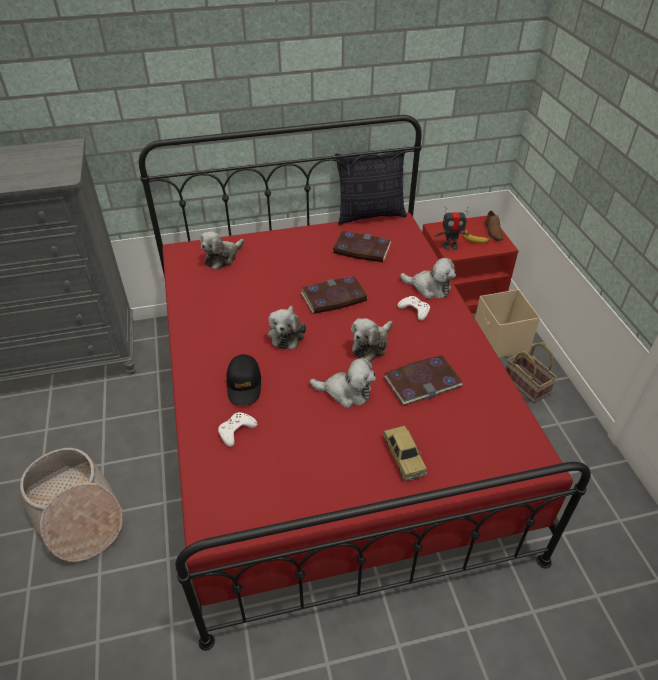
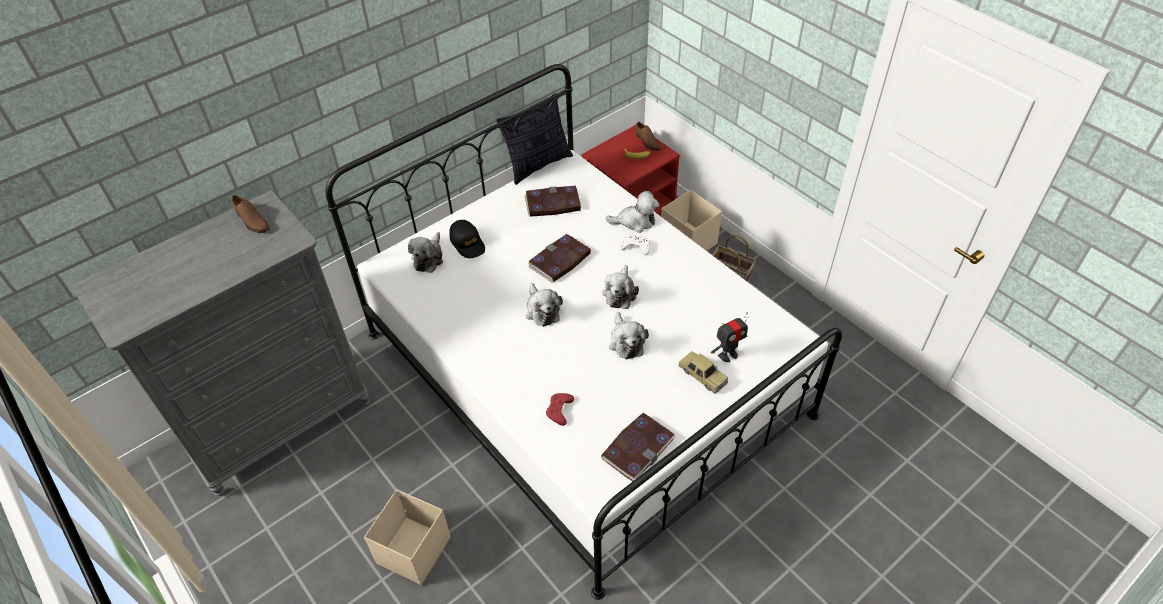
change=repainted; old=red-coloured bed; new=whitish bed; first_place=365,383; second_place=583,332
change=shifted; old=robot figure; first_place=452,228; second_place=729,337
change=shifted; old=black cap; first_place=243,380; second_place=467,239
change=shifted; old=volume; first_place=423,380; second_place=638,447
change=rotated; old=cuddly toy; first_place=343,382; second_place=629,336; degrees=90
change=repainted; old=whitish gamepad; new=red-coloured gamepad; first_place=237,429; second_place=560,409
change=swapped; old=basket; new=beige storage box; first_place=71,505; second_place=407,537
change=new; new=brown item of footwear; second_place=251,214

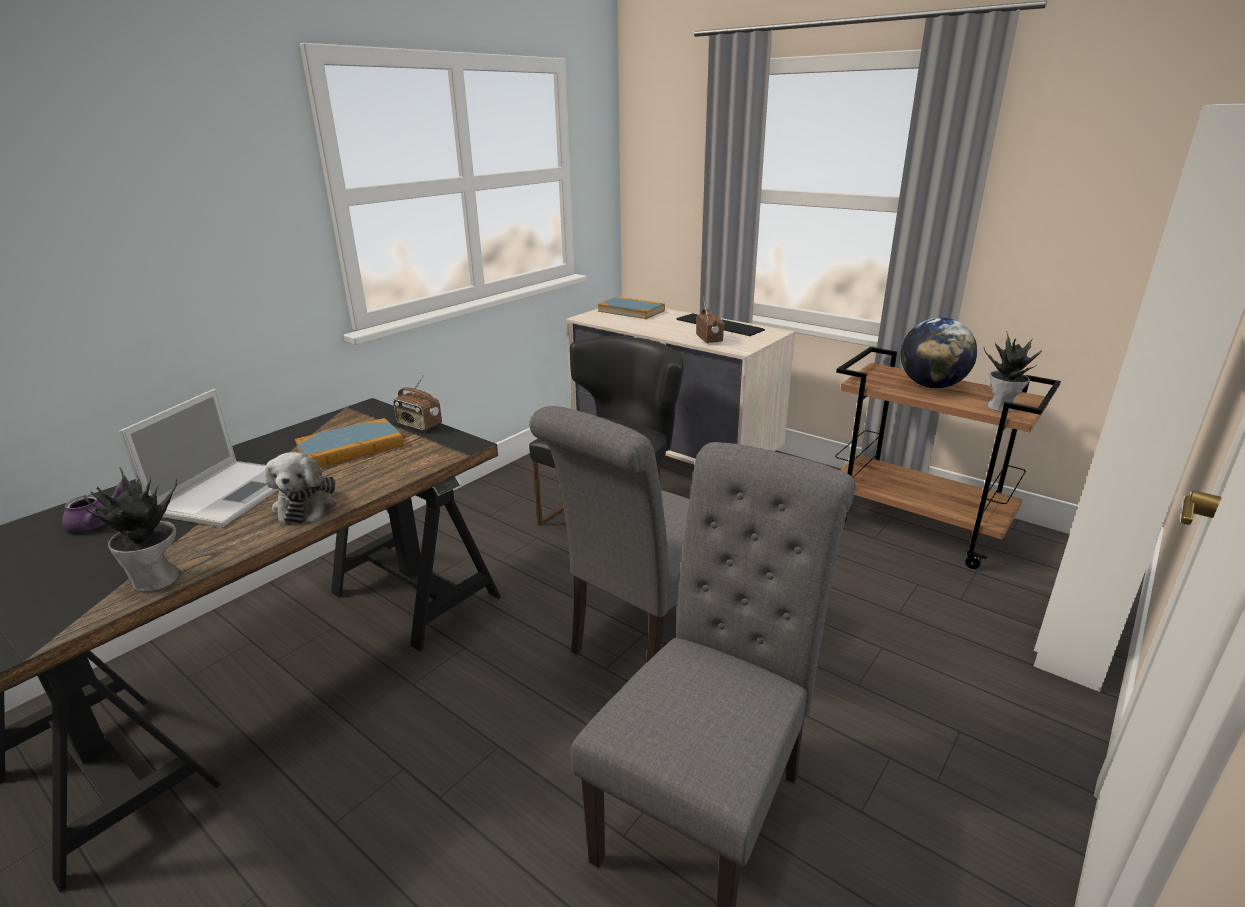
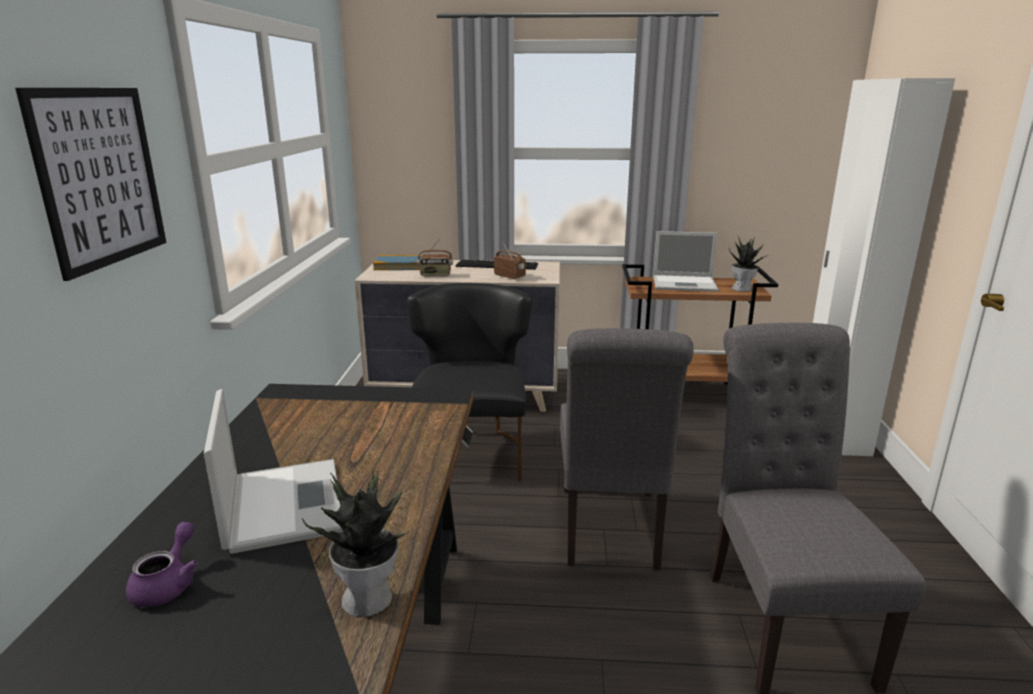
change=swapped; old=globe; new=portable computer; first_place=938,352; second_place=686,261
change=shifted; old=radio; first_place=417,403; second_place=435,258
change=gone; old=volume; first_place=349,442
change=gone; old=cuddly toy; first_place=300,488
change=new; new=wall picture; second_place=90,184

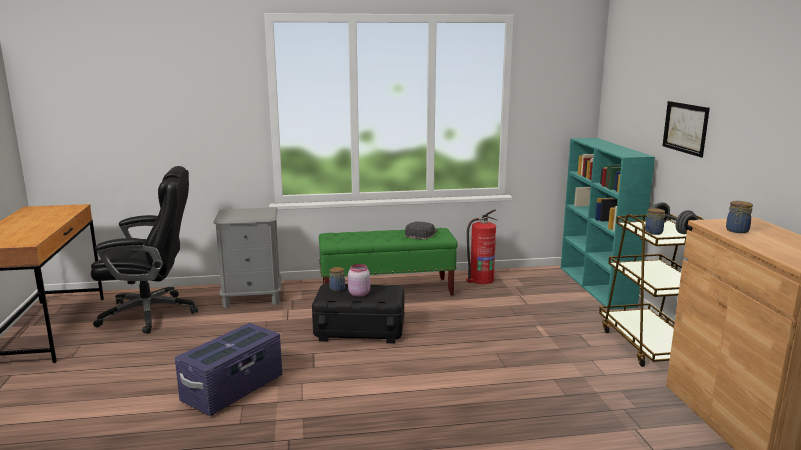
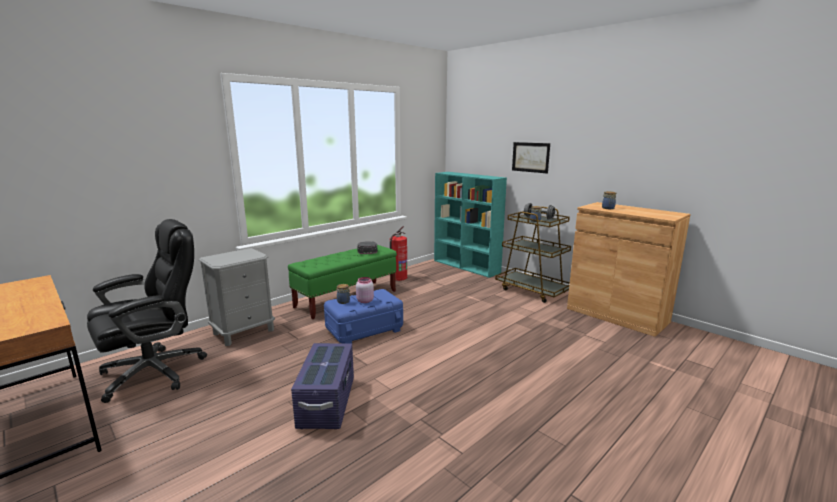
change=repainted; old=black storage box; new=blue storage box; first_place=358,313; second_place=363,316

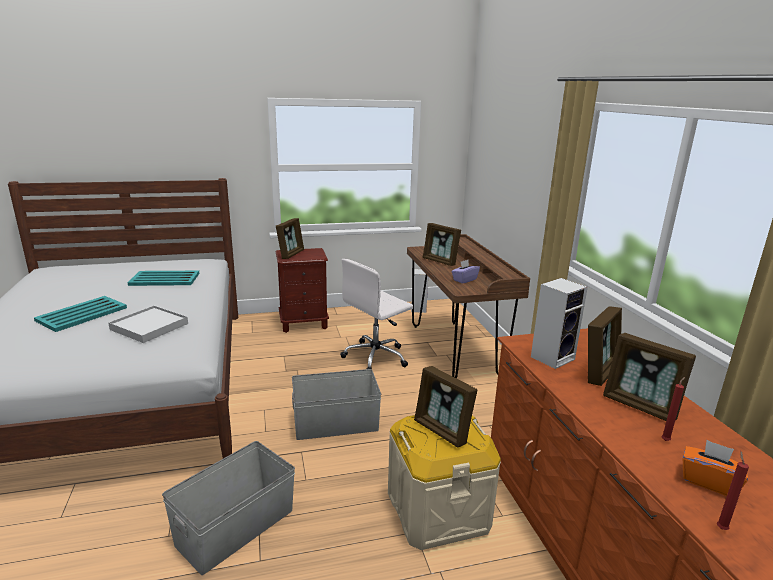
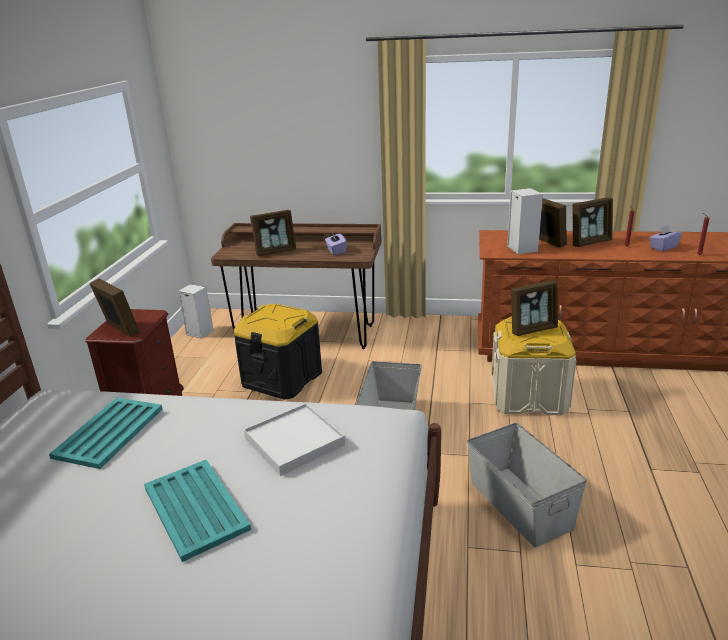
change=swapped; old=whitish computer chair; new=black storage box; first_place=376,314; second_place=278,351
change=repainted; old=orange tissue box; new=purple-coloured tissue box; first_place=715,468; second_place=665,238

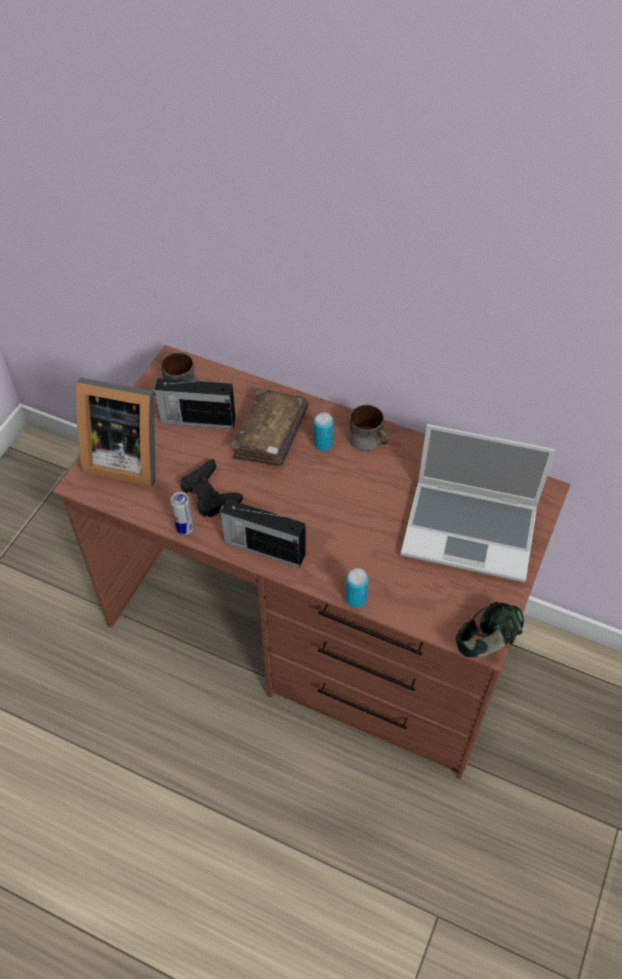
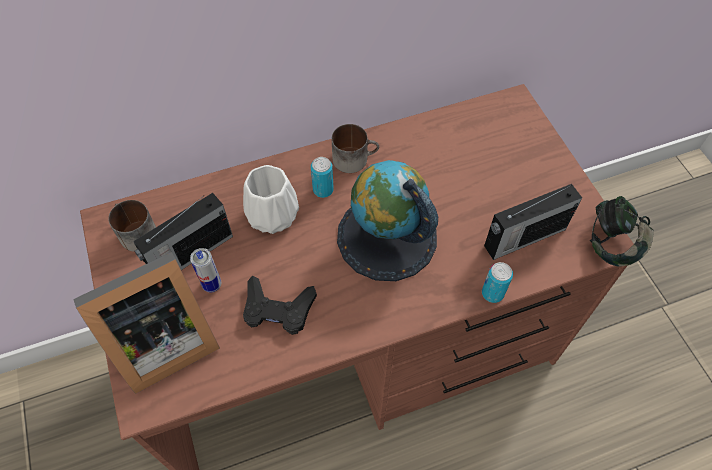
change=swapped; old=brown volume; new=whitish flower vase; first_place=269,427; second_place=271,199
change=gone; old=portable computer; first_place=478,503
change=shifted; old=can; first_place=182,513; second_place=205,270
change=shifted; old=radio; first_place=262,533; second_place=533,222
change=new; new=globe; second_place=387,220

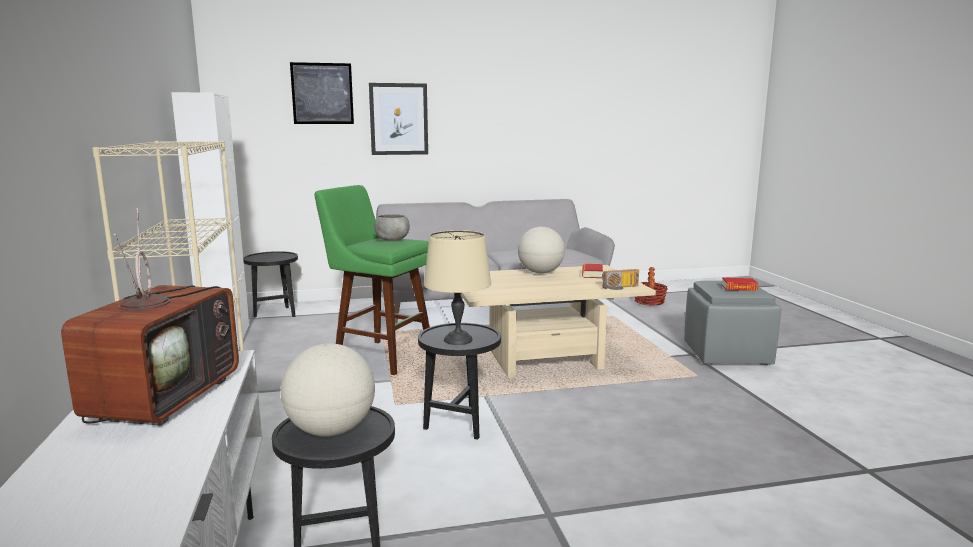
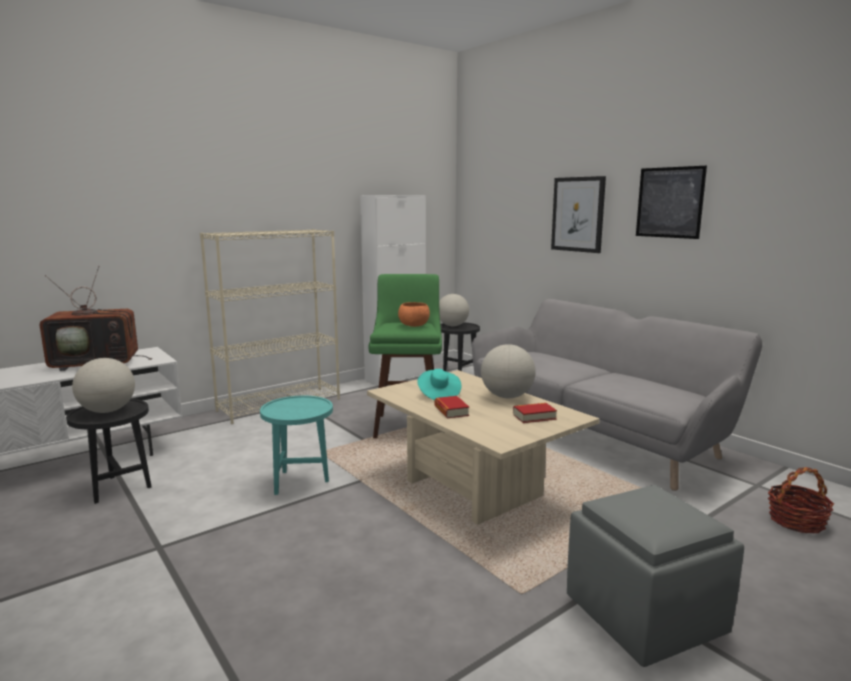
change=shifted; old=wall picture; first_place=322,93; second_place=671,202
change=repainted; old=gray bowl; new=orange bowl; first_place=392,227; second_place=414,314
change=gone; old=beige tabletop lamp; first_place=457,287
change=gone; old=radio; first_place=620,279
change=shifted; old=volume; first_place=740,284; second_place=451,407
change=repainted; old=black accent table; new=blue-green accent table; first_place=459,381; second_place=296,445
change=new; new=globe; second_place=454,310
change=new; new=blue-green hat; second_place=439,384

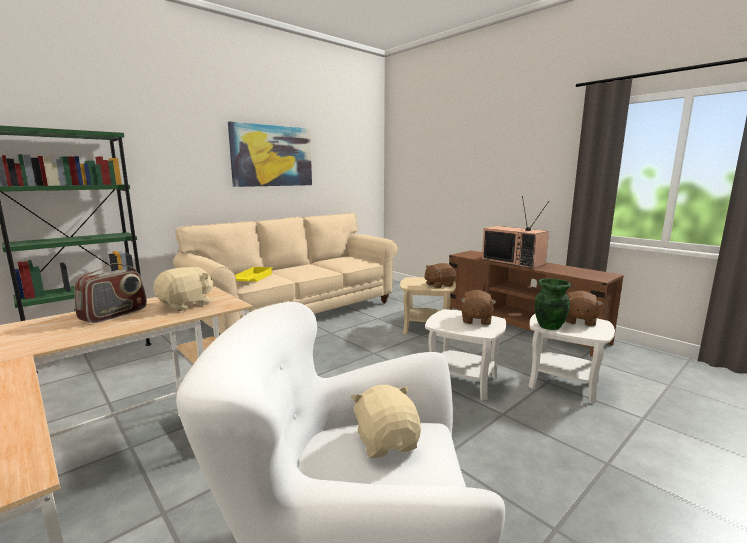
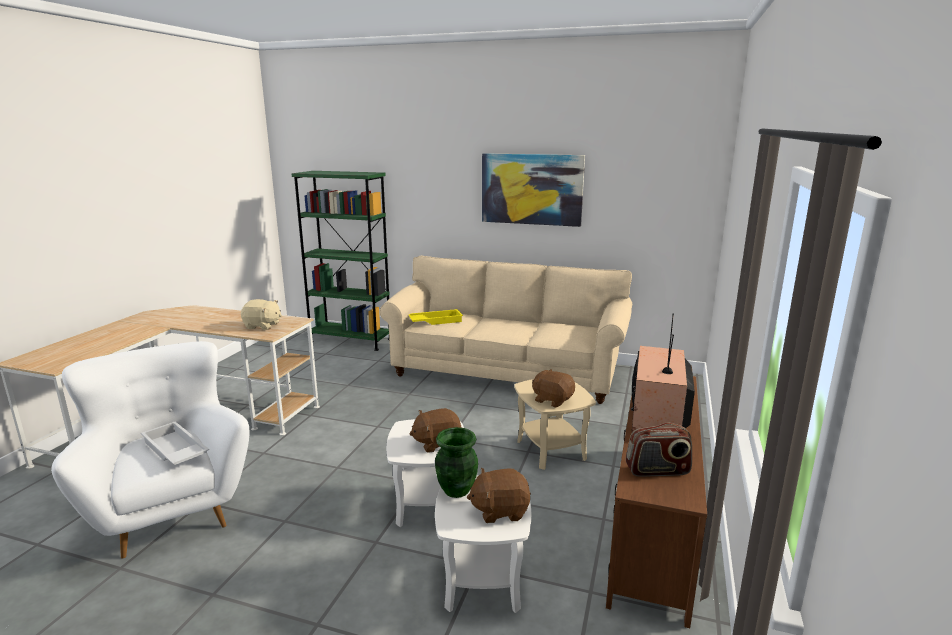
change=shifted; old=radio; first_place=110,293; second_place=659,450
change=swapped; old=beige cuddly toy; new=whitish tray; first_place=386,421; second_place=175,443

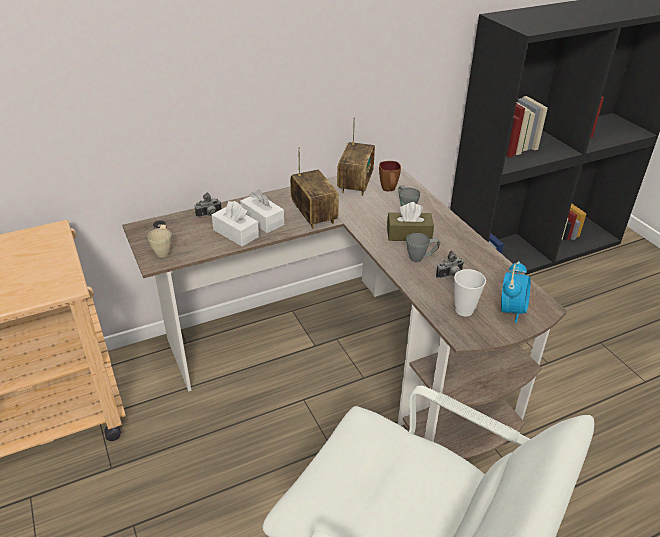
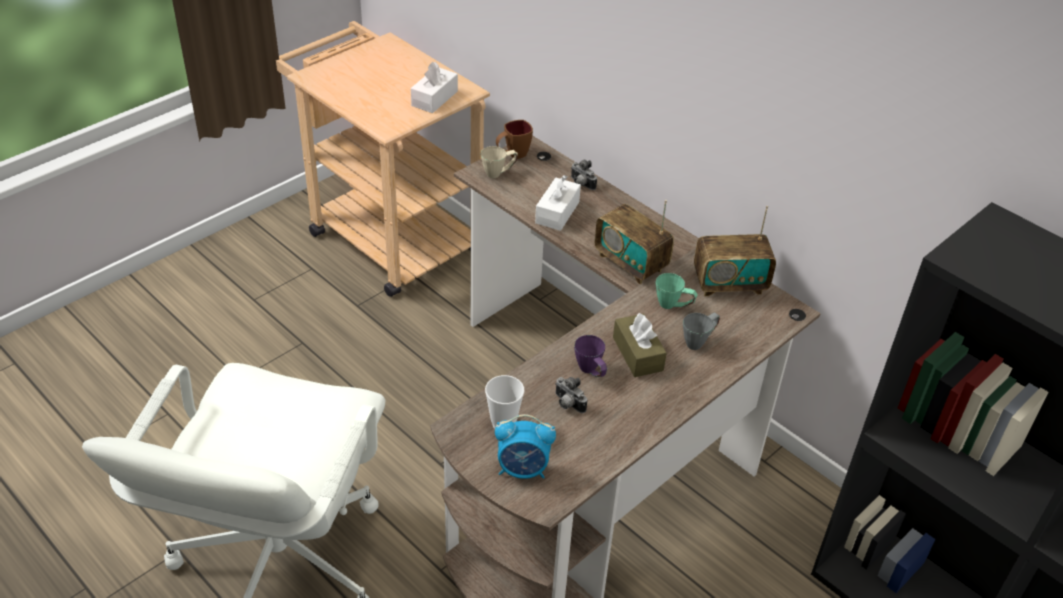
change=rotated; old=radio; first_place=314,188; second_place=634,242; degrees=90
change=shifted; old=brown tea mug; first_place=390,176; second_place=514,139
change=shifted; old=whitish tissue box; first_place=262,211; second_place=434,87
change=repainted; old=gray tea mug; new=purple-coloured tea mug; first_place=423,247; second_place=590,356
change=new; new=greenish tea mug; second_place=677,291

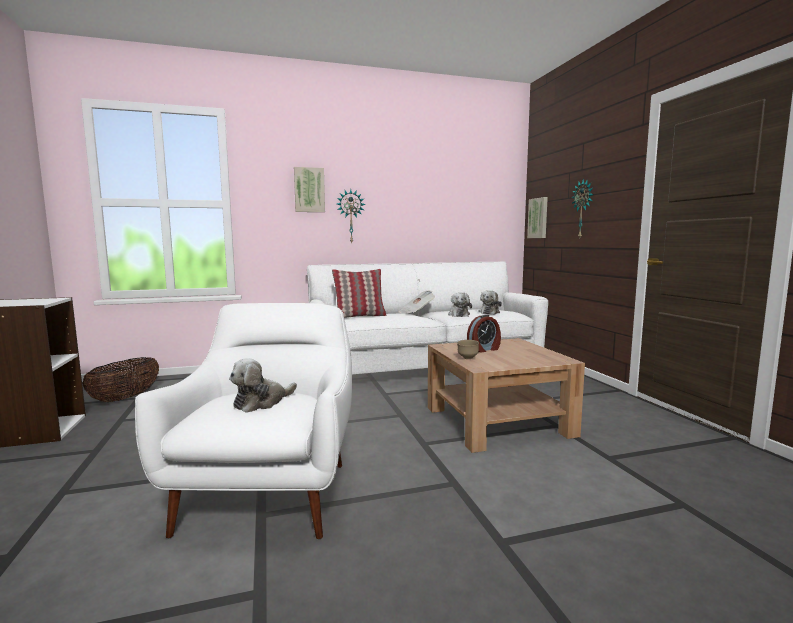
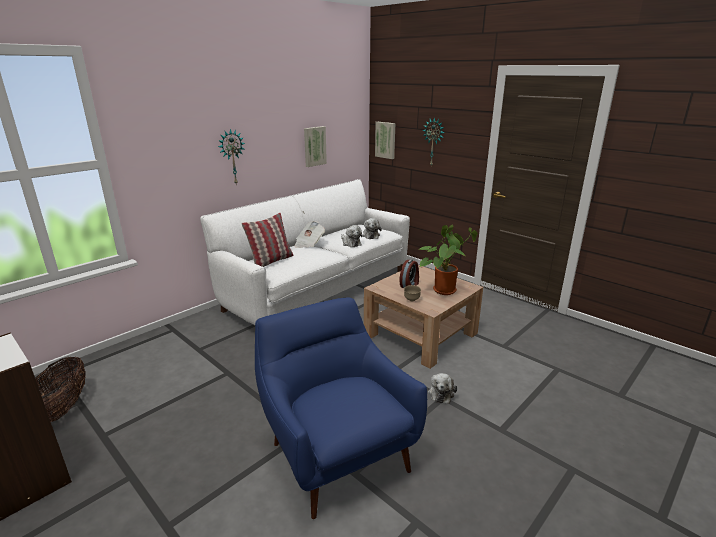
change=shifted; old=wall picture; first_place=309,189; second_place=315,146
change=repainted; old=whitish armchair; new=blue armchair; first_place=243,421; second_place=341,408
change=shifted; old=cuddly toy; first_place=263,385; second_place=442,388
change=new; new=plant in a pot; second_place=448,260

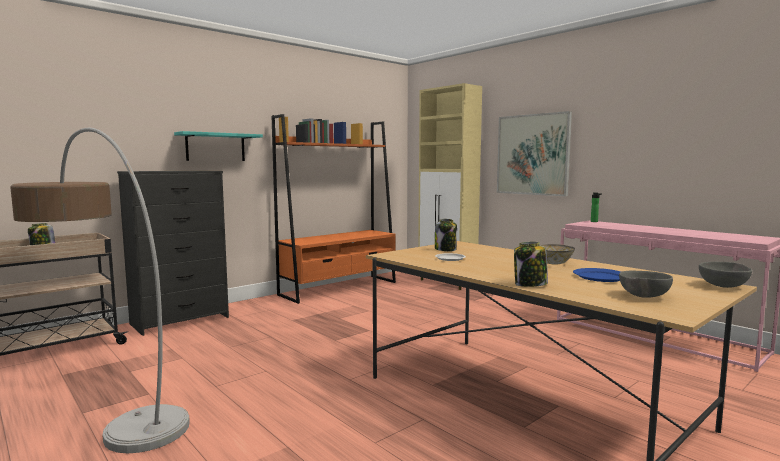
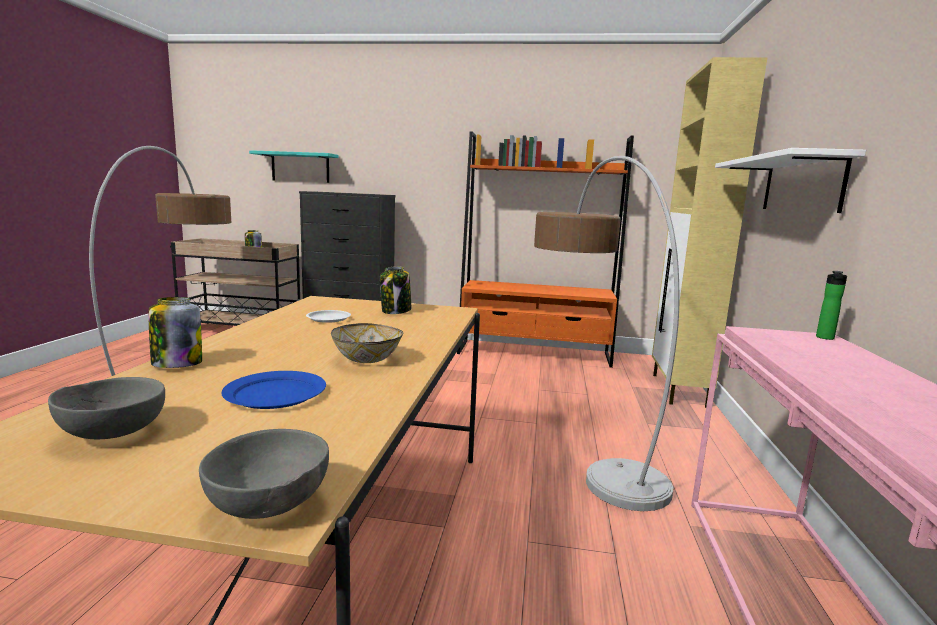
change=swapped; old=wall picture; new=whitish bracket shelf; first_place=534,153; second_place=790,180
change=shifted; old=blue-green bracket shelf; first_place=218,146; second_place=294,166
change=new; new=floor lamp; second_place=606,333

